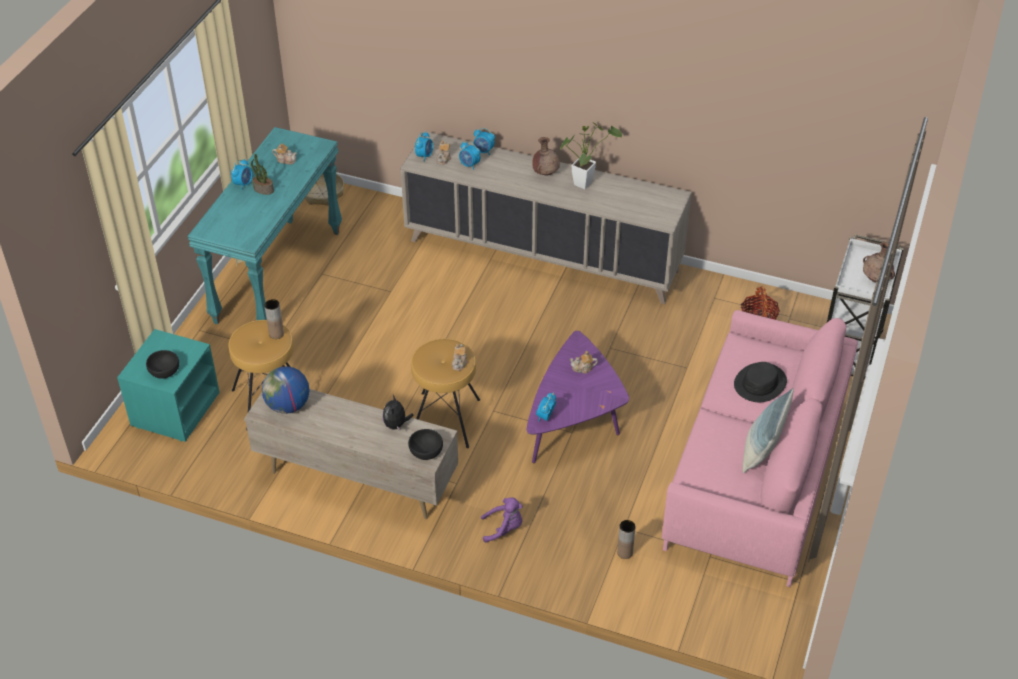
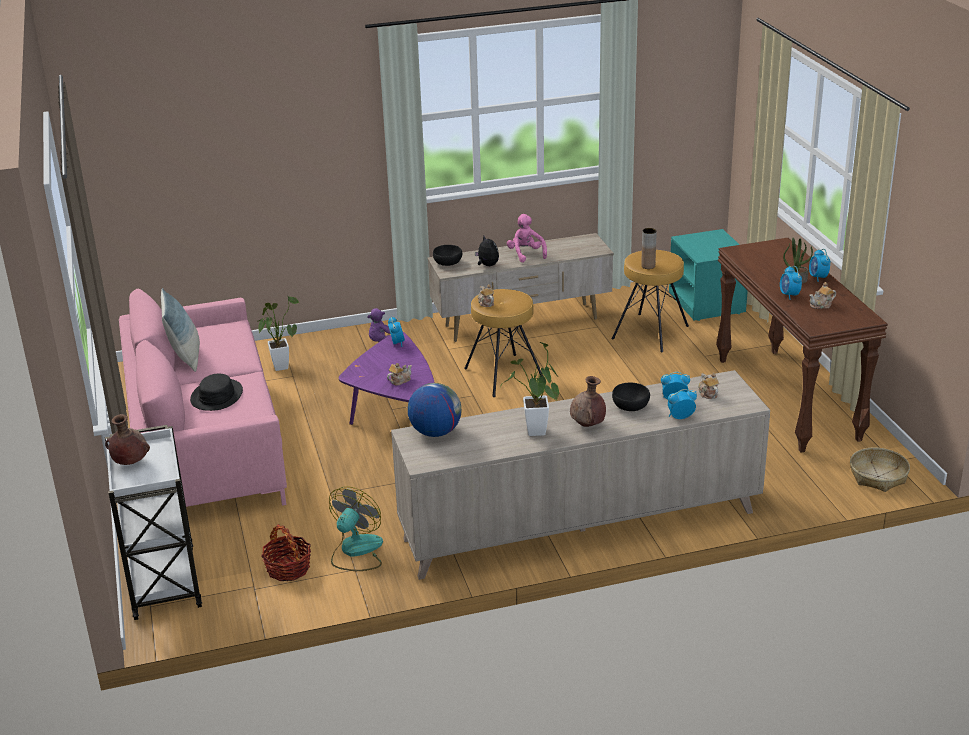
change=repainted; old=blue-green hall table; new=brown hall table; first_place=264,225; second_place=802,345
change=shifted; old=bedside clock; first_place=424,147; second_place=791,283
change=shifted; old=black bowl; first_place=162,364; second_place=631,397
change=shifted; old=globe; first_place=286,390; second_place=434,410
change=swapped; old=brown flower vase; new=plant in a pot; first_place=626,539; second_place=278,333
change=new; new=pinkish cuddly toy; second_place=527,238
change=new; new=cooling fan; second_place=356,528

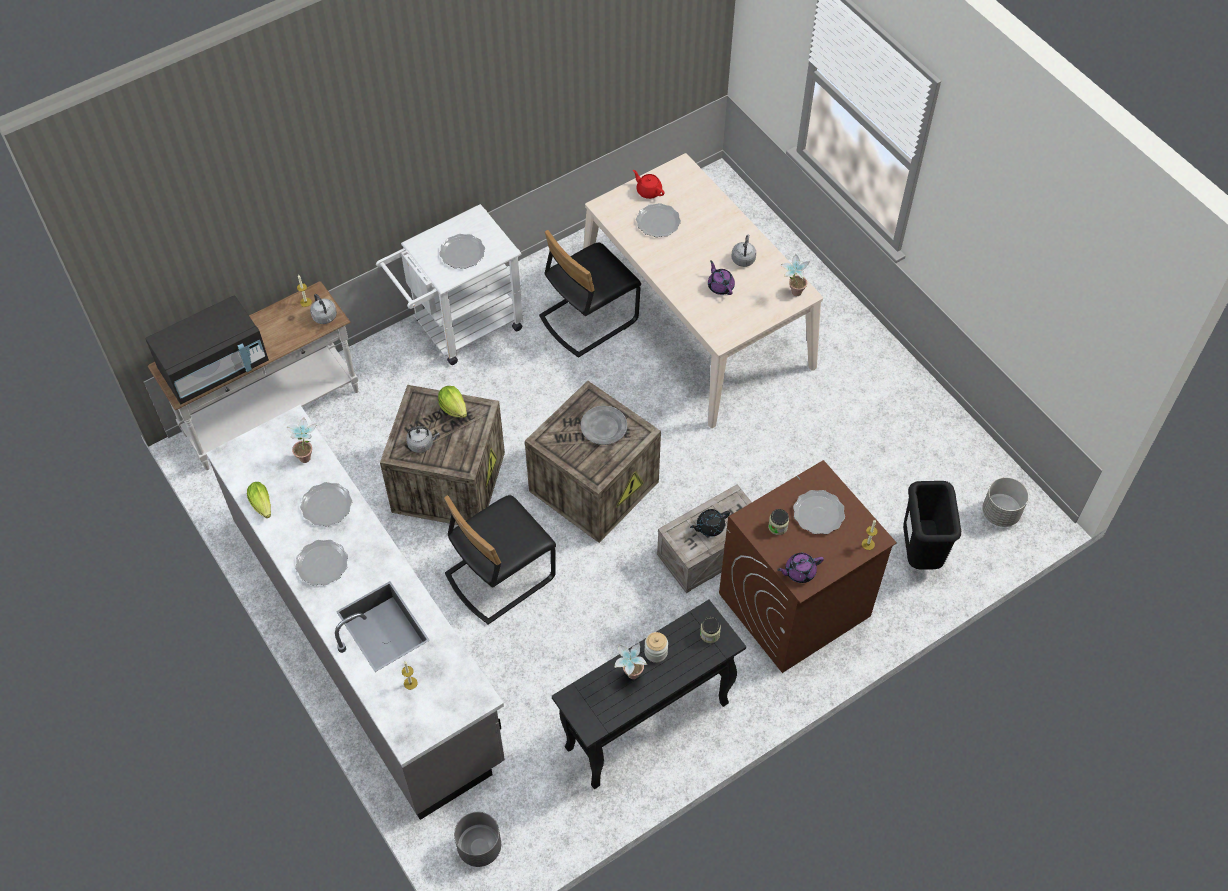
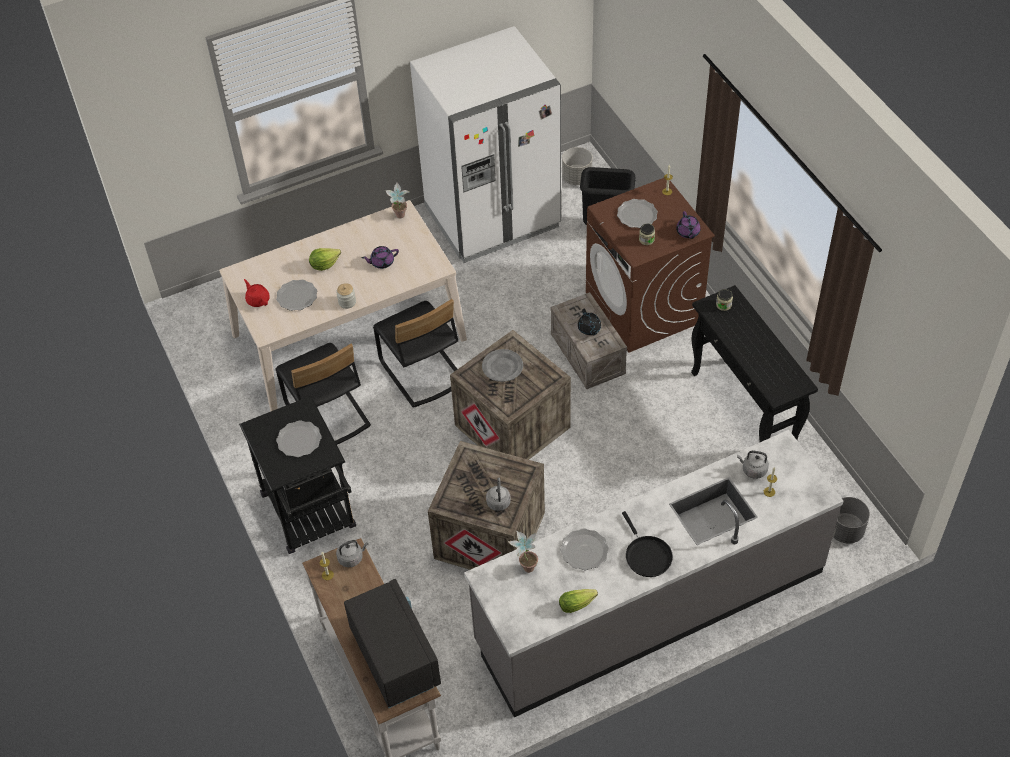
change=rotated; old=red-coloured tea pot; first_place=649,184; second_place=257,293; degrees=90
change=repainted; old=whitish cart; new=black cart; first_place=450,284; second_place=297,475
change=shifted; old=gray water kettle; first_place=743,250; second_place=753,465
change=shifted; old=head of lettuce; first_place=452,402; second_place=325,259
change=shifted; old=black upright chair; first_place=500,560; second_place=415,353
change=swapped; old=flat dish; new=black frying pan; first_place=321,562; second_place=647,544
change=shifted; old=preserve jar; first_place=656,647; second_place=346,296
change=gone; old=plant in a pot; first_place=631,661
change=new; new=whitish kitchen fridge; second_place=485,144

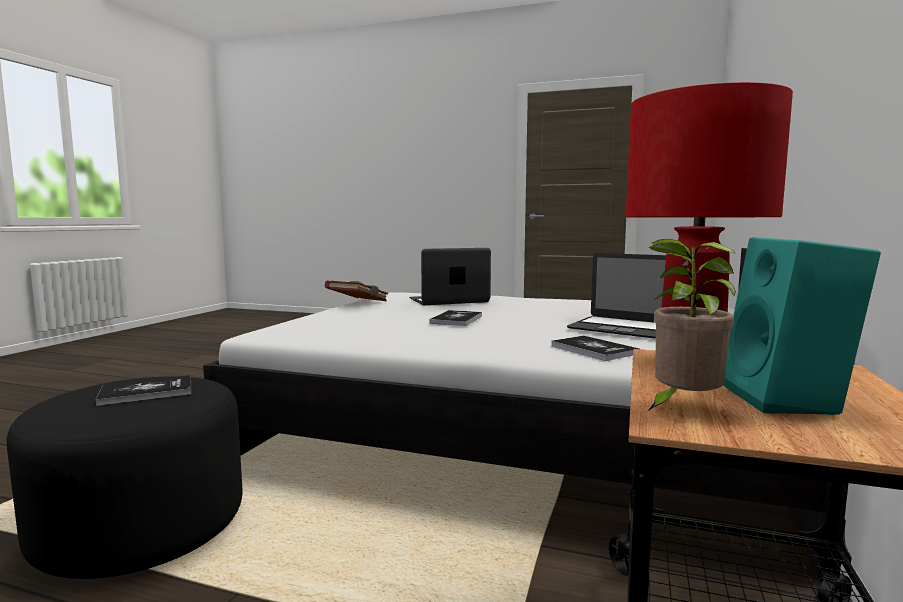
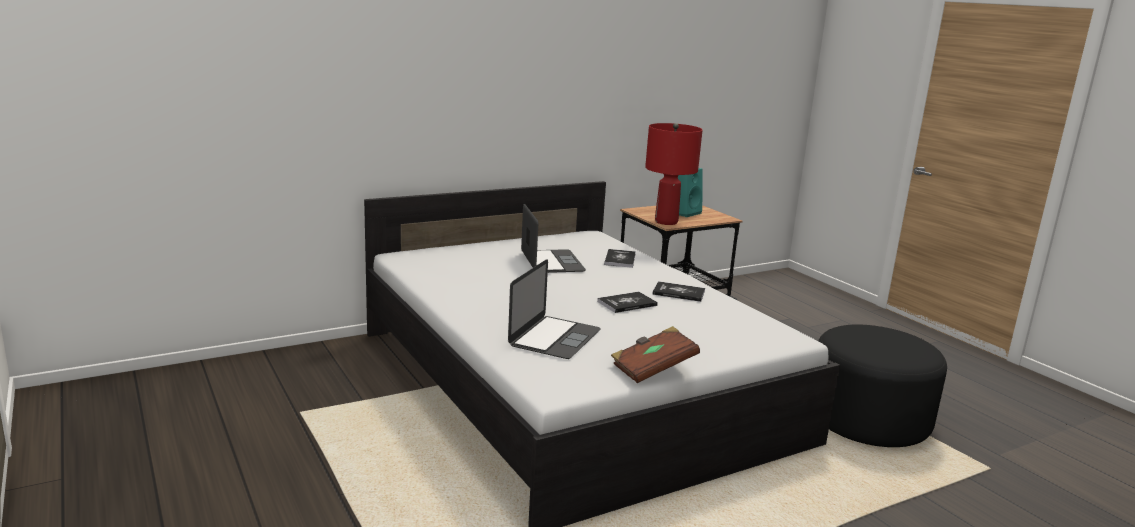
change=gone; old=plant in a pot; first_place=691,325
change=rotated; old=portable computer; first_place=450,276; second_place=554,309; degrees=-90
change=shifted; old=volume; first_place=143,390; second_place=679,291

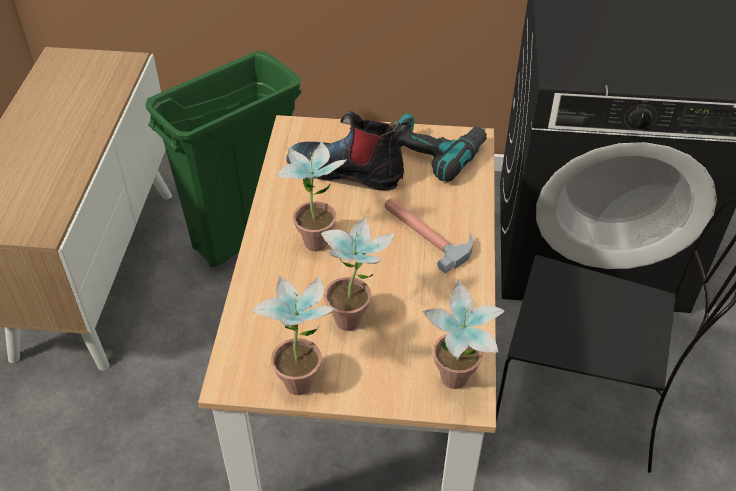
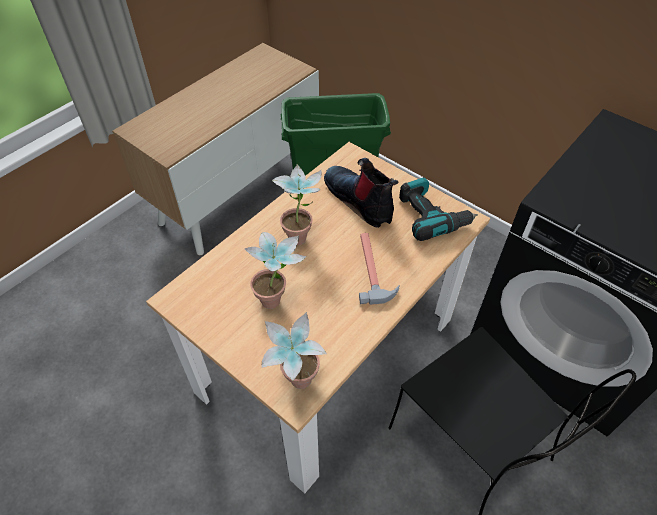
change=gone; old=plant in a pot; first_place=293,335

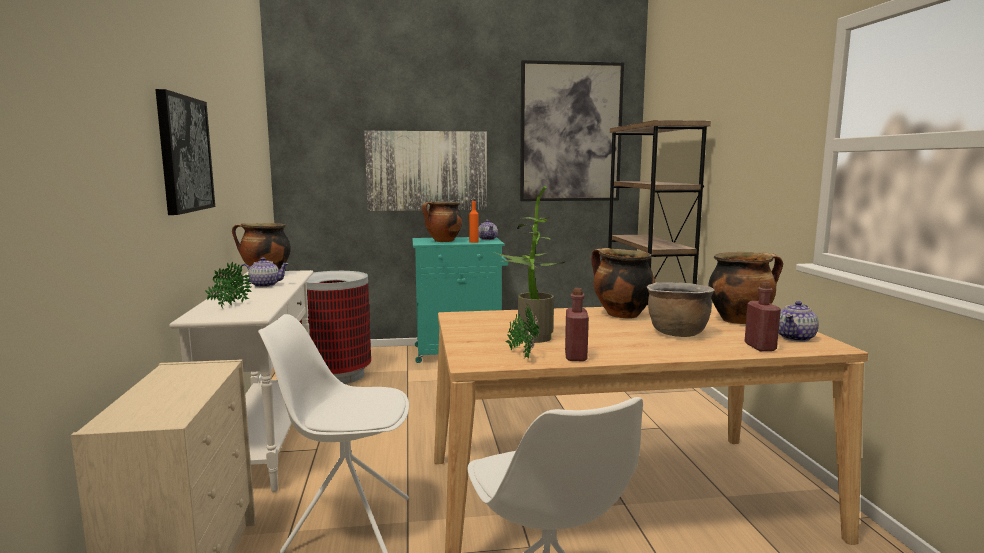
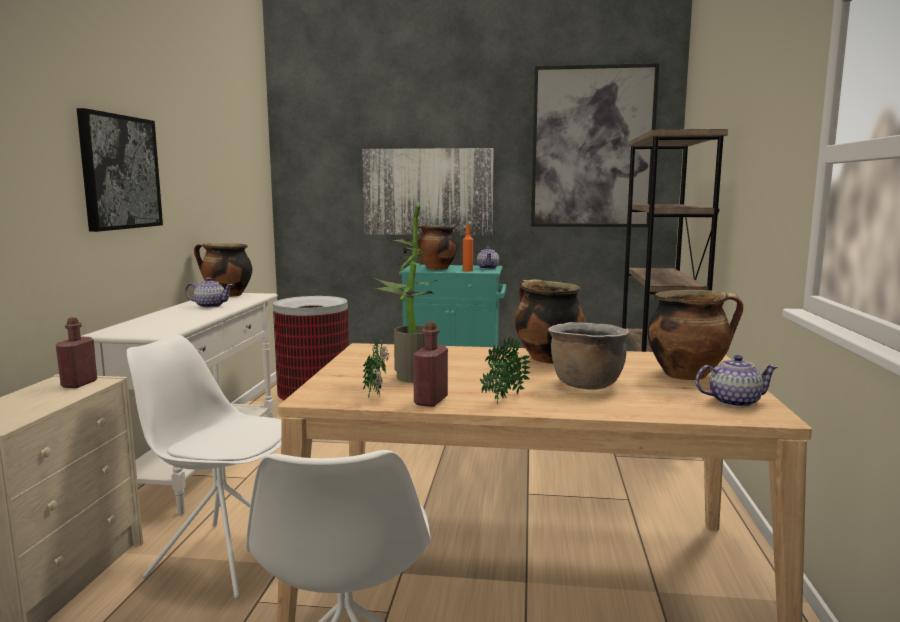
change=shifted; old=plant in a pot; first_place=228,285; second_place=505,370
change=shifted; old=red-coloured bottle; first_place=762,316; second_place=76,352
change=rotated; old=tea pot; first_place=798,321; second_place=736,381; degrees=-150

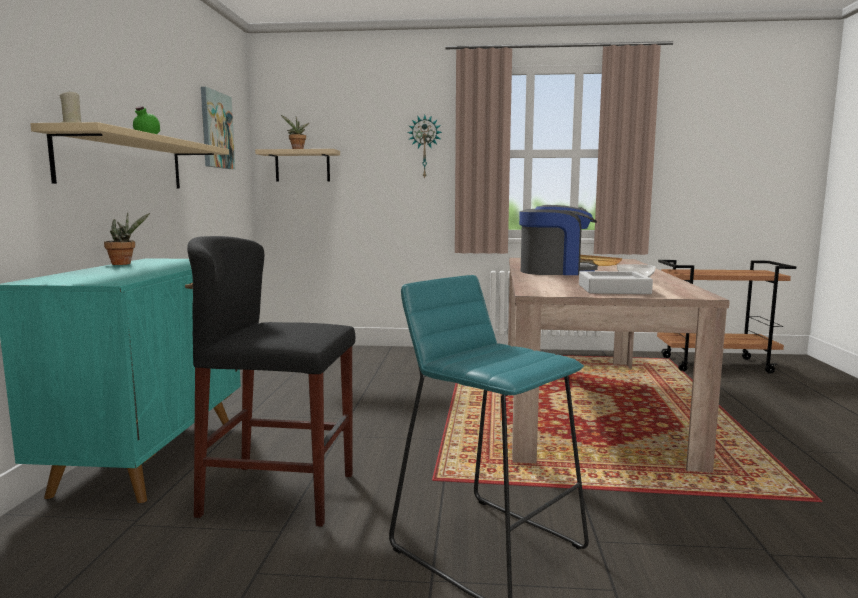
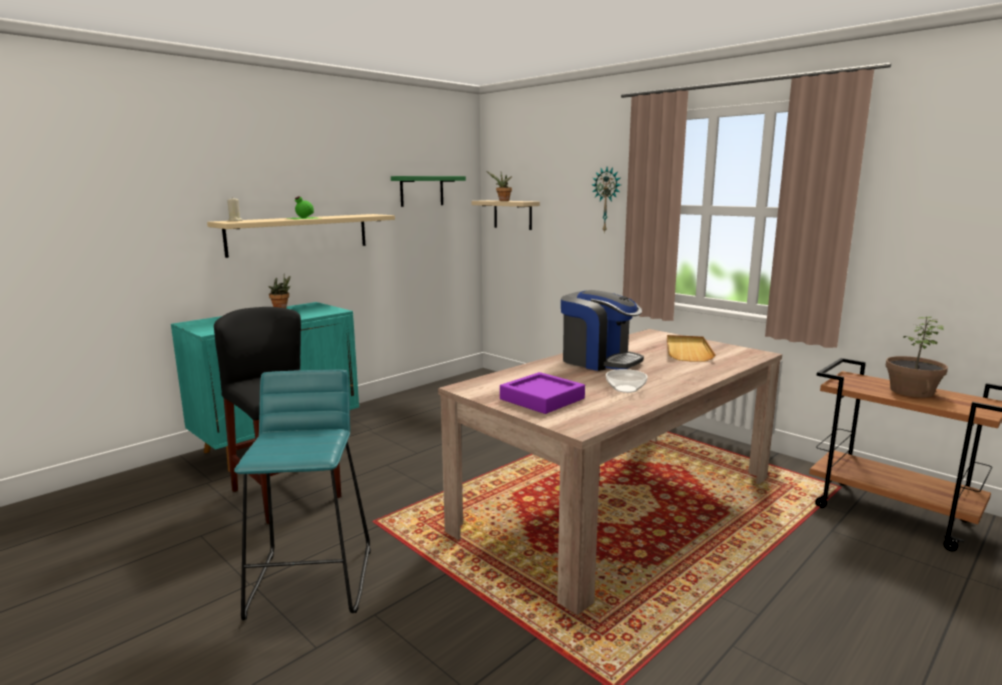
change=swapped; old=wall picture; new=greenish bracket shelf; first_place=218,128; second_place=428,191
change=repainted; old=gray tray; new=purple-coloured tray; first_place=616,282; second_place=542,393
change=new; new=plant in a pot; second_place=917,357

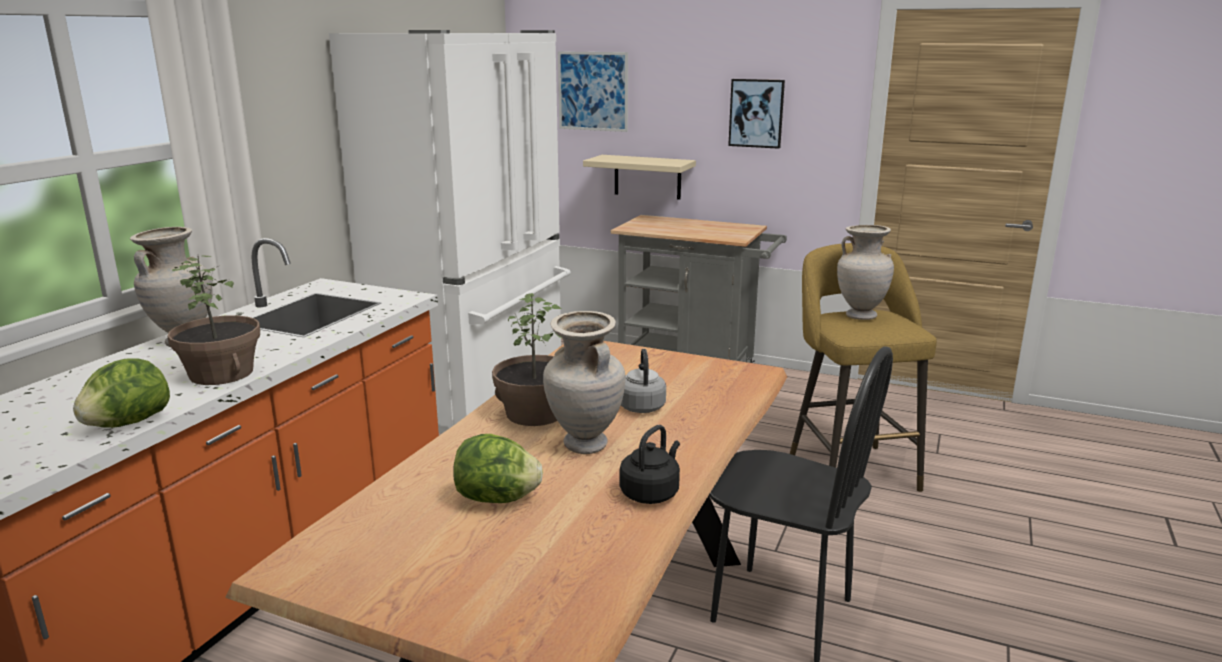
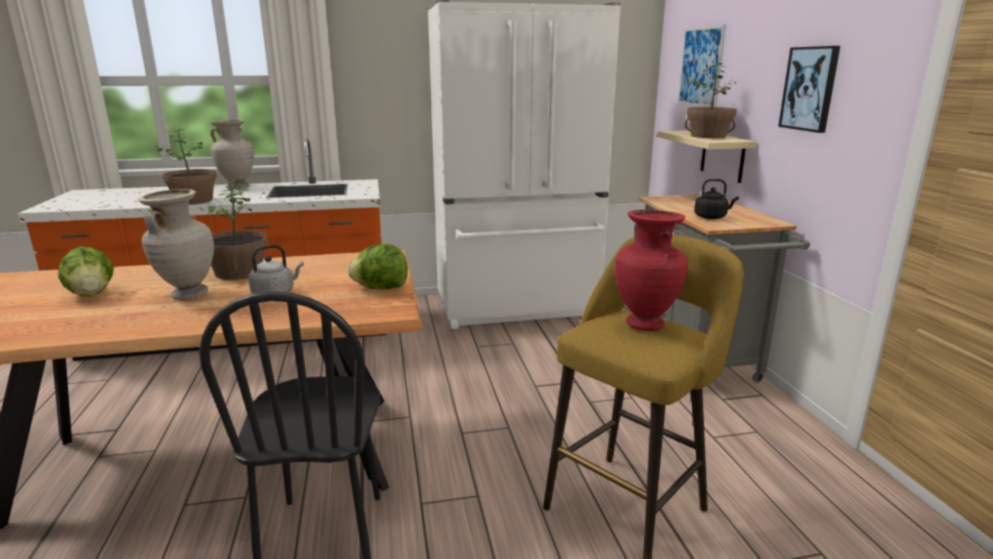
change=repainted; old=beige flower vase; new=red-coloured flower vase; first_place=865,272; second_place=651,270
change=shifted; old=head of lettuce; first_place=121,393; second_place=378,267
change=shifted; old=black water kettle; first_place=649,464; second_place=716,199
change=new; new=plant in a pot; second_place=711,100

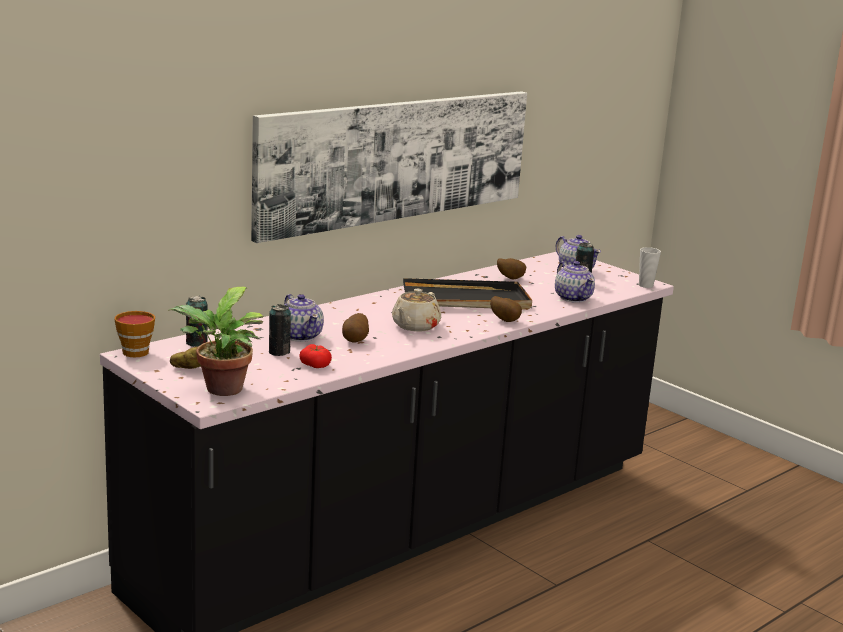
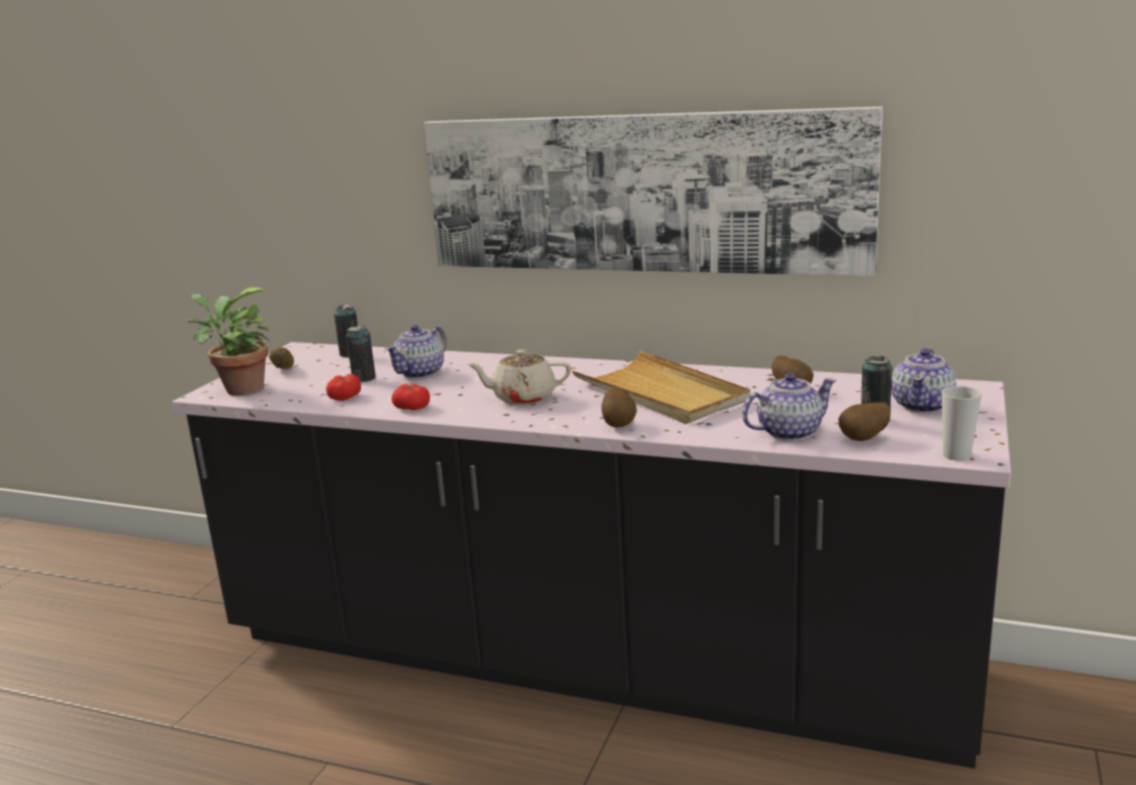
change=rotated; old=tea pot; first_place=575,282; second_place=789,407; degrees=-150
change=repainted; old=black tray; new=beige tray; first_place=467,294; second_place=661,387
change=gone; old=cup; first_place=134,334
change=shifted; old=potato; first_place=355,327; second_place=864,421
change=new; new=whole tomato; second_place=411,397

